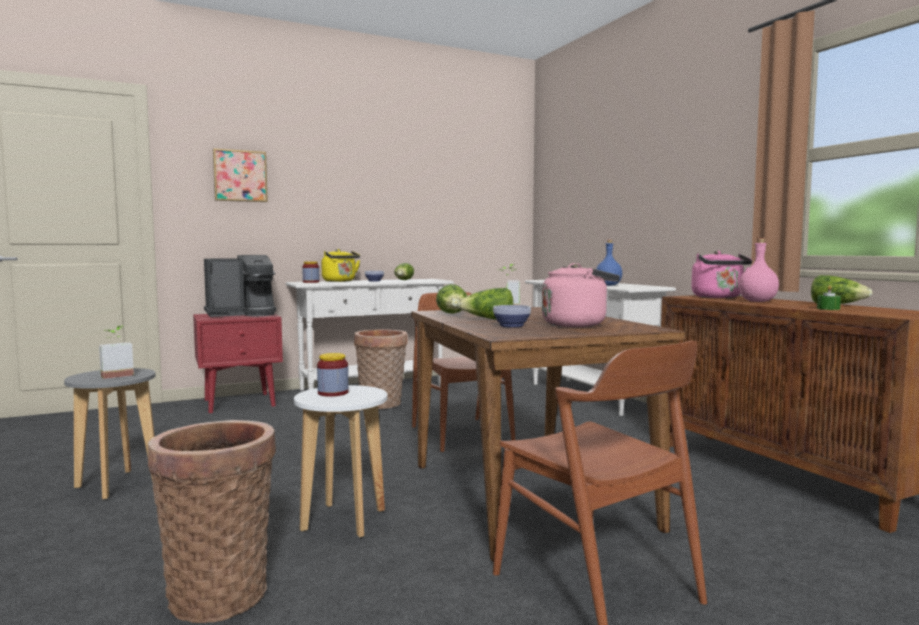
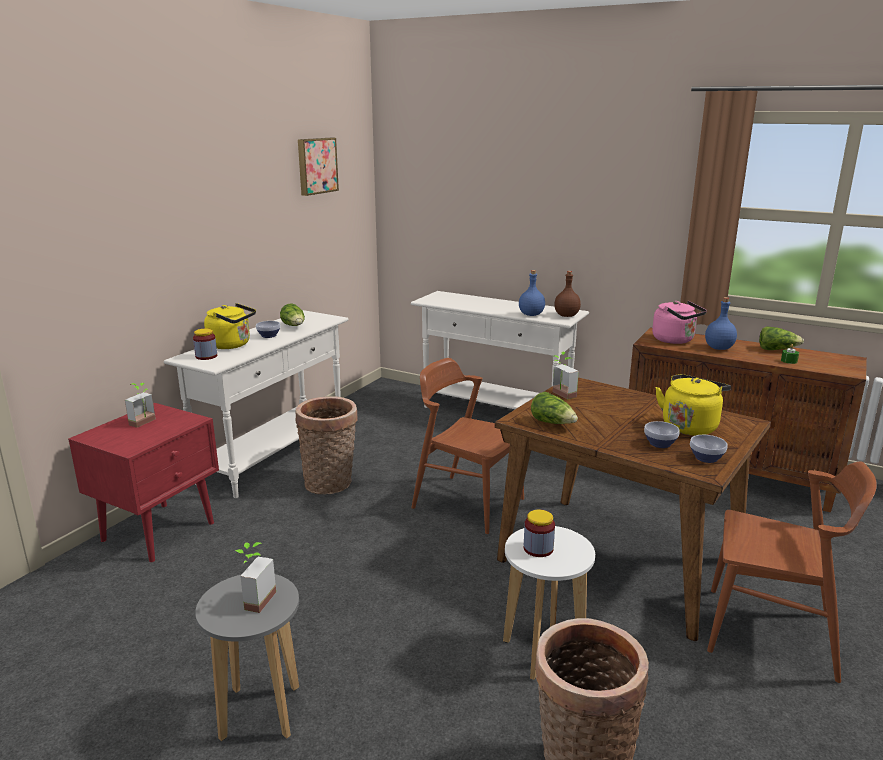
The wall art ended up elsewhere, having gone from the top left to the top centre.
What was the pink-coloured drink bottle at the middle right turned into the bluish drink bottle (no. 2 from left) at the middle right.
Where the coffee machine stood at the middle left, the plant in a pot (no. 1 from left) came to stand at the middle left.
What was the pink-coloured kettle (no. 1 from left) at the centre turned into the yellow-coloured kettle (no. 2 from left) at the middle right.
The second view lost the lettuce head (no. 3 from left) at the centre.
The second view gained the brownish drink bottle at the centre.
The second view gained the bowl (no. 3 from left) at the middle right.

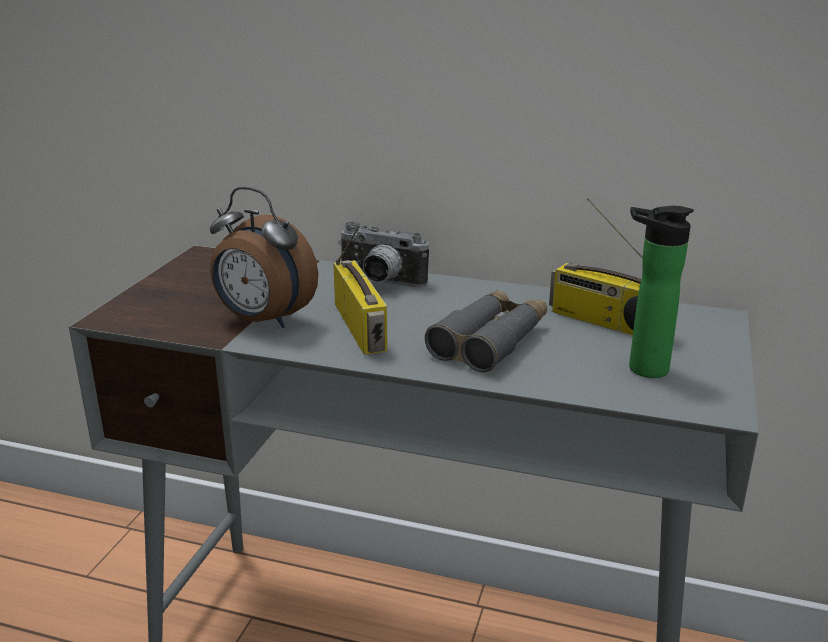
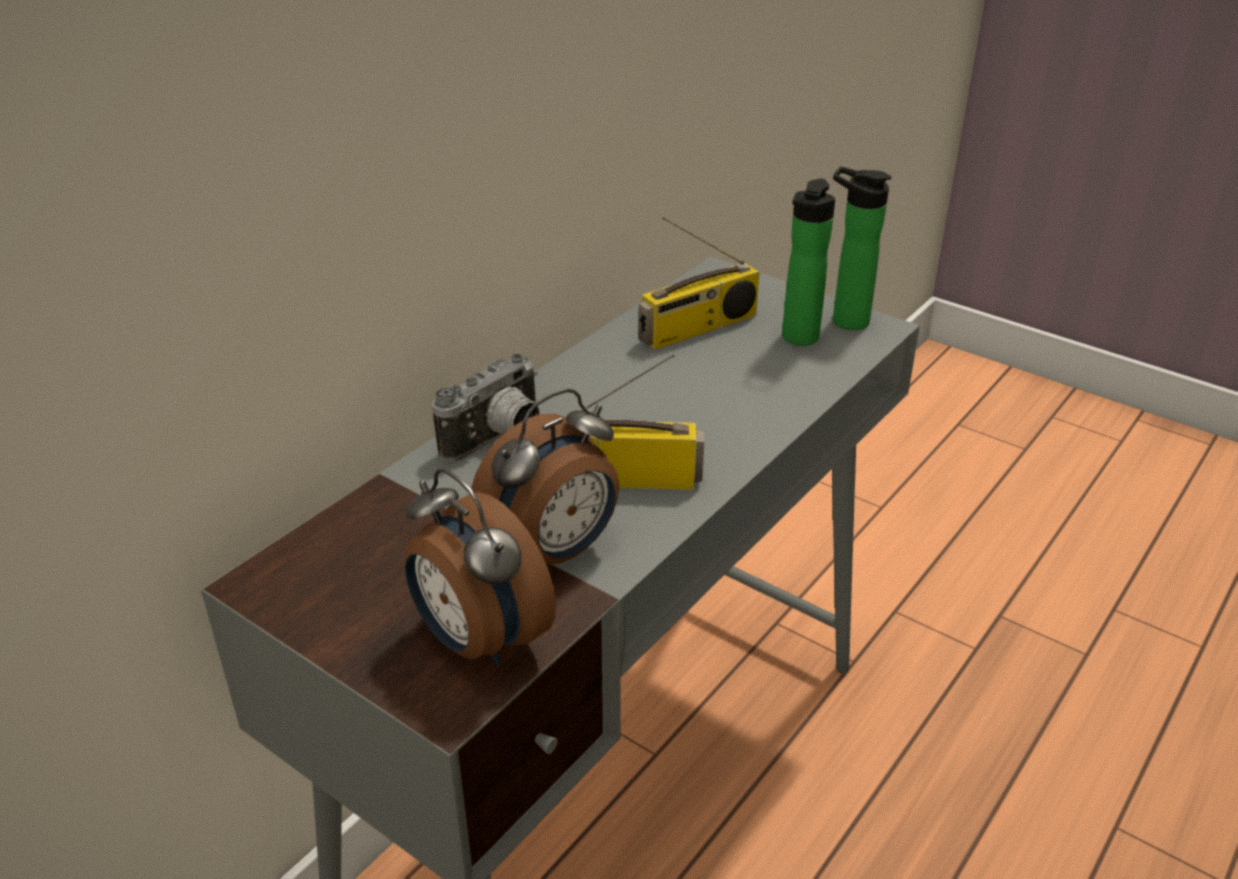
The second view lost the grey field glasses at the centre.
The second view gained the drink bottle (no. 2 from left) at the top right.
The second view gained the alarm clock (no. 1 from left) at the centre.

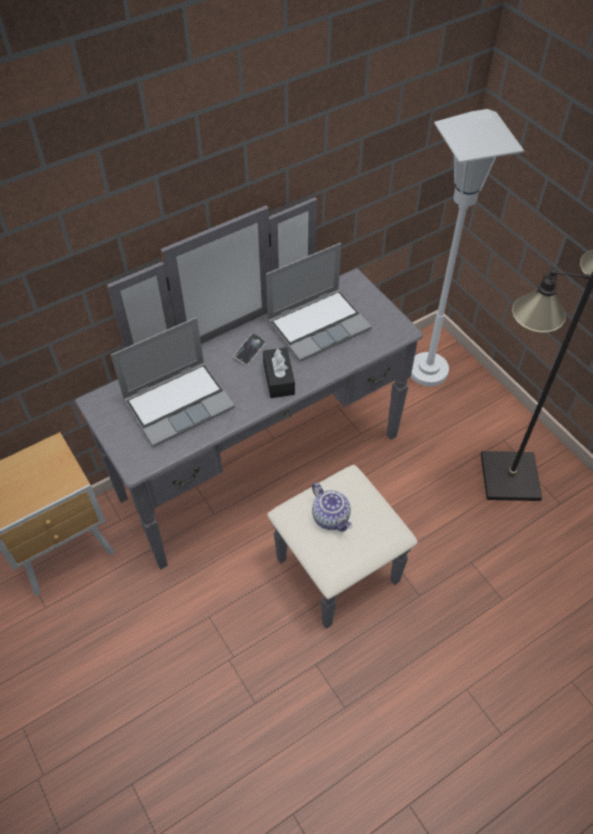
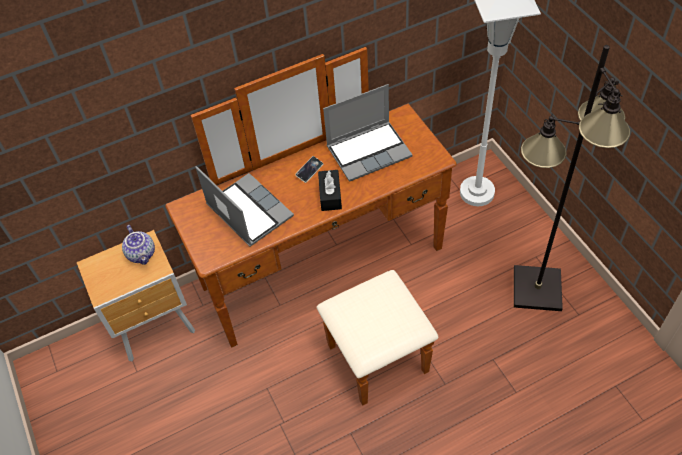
What was the grey chest of drawers at the centre turned into the brownish chest of drawers at the centre.
The notebook computer (no. 1 from left) at the middle left ended up facing another way, 105 degrees counterclockwise from before.
The pot for tea ended up elsewhere, having gone from the centre to the middle left.

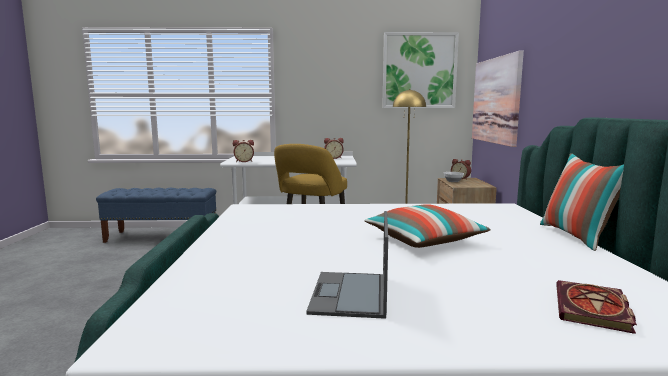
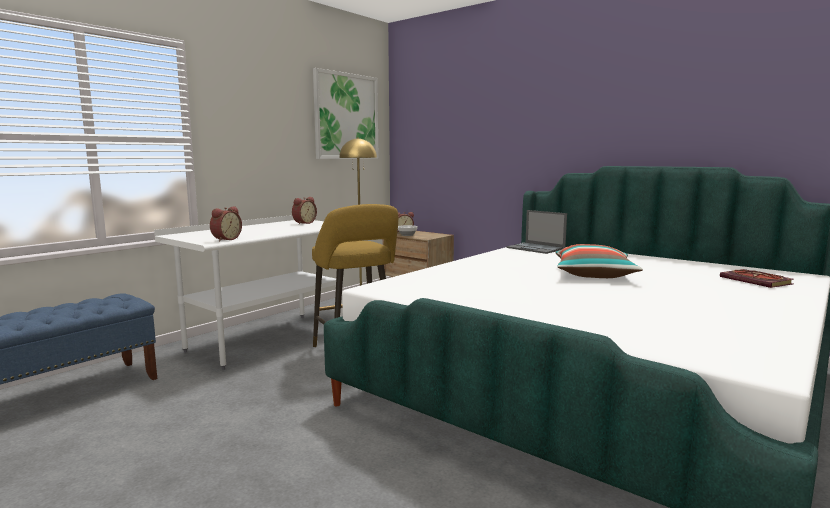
The second view lost the wall art (no. 2 from left) at the top right.
The second view lost the cushion (no. 2 from left) at the middle right.
The notebook computer ended up elsewhere, having gone from the bottom centre to the centre.

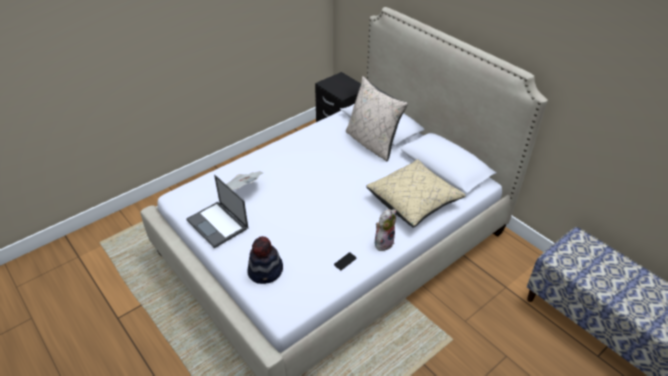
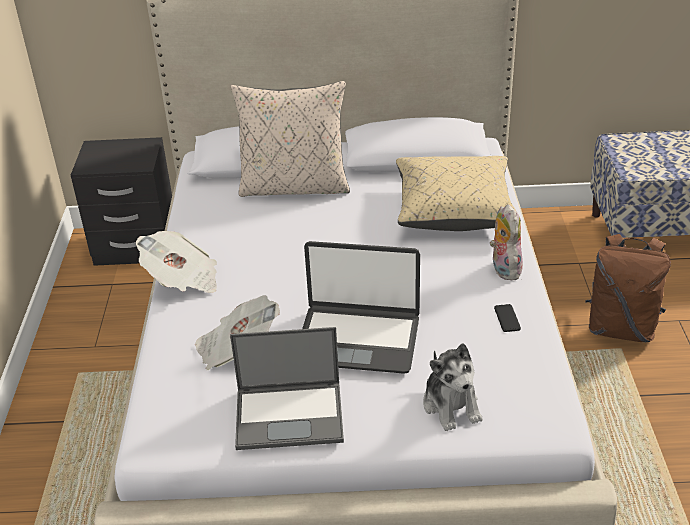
Where the wearable hat stood at the bottom centre, the soft toy (no. 1 from left) came to stand at the bottom centre.
The second view gained the daily paper (no. 1 from left) at the middle left.
The second view gained the brownish knapsack at the middle right.
The second view gained the notebook computer (no. 2 from left) at the centre.

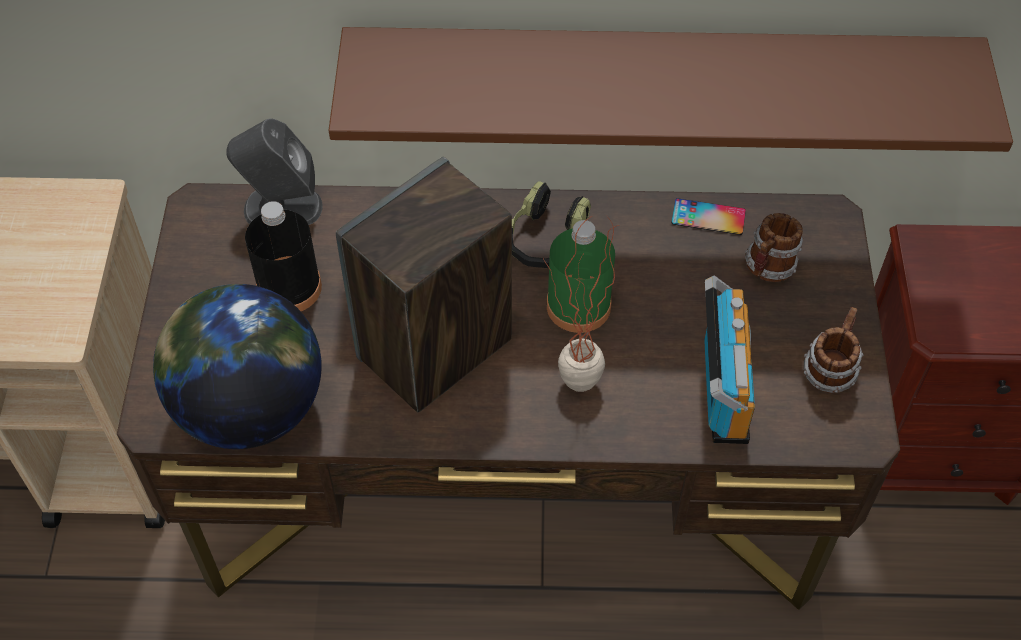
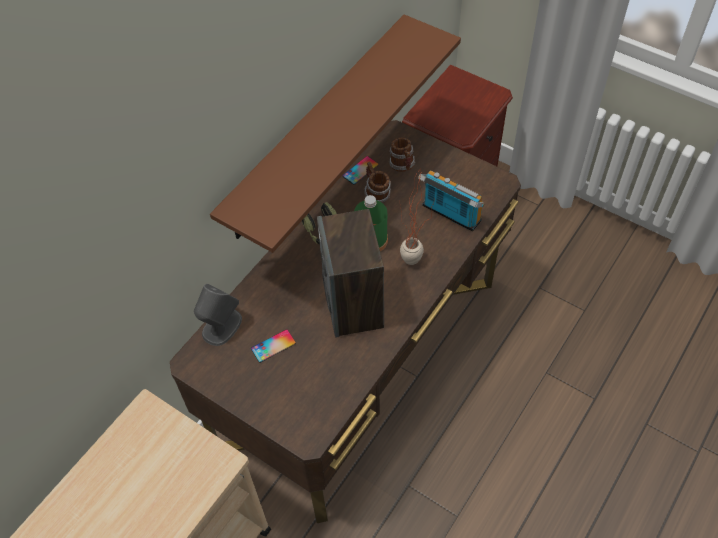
Where the black drink bottle stood at the middle left, the phone (no. 1 from left) came to stand at the centre.
The second view lost the desk globe at the middle left.
The coffee mug (no. 2 from left in the first image) ended up elsewhere, having gone from the middle right to the centre.

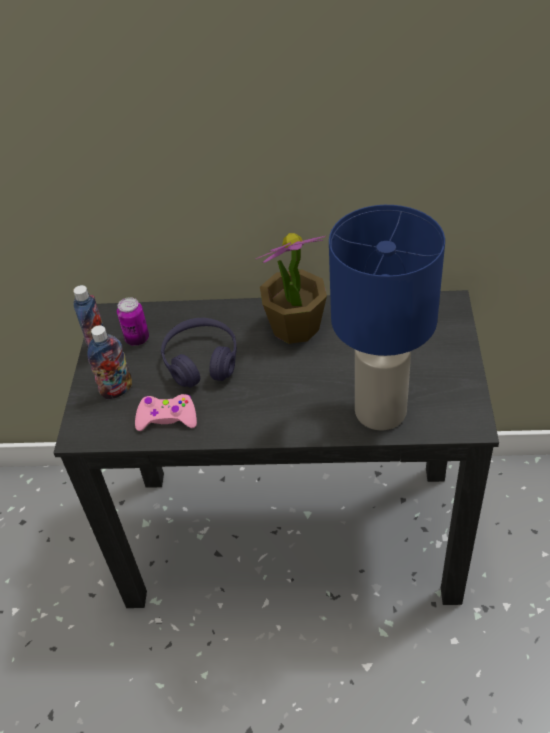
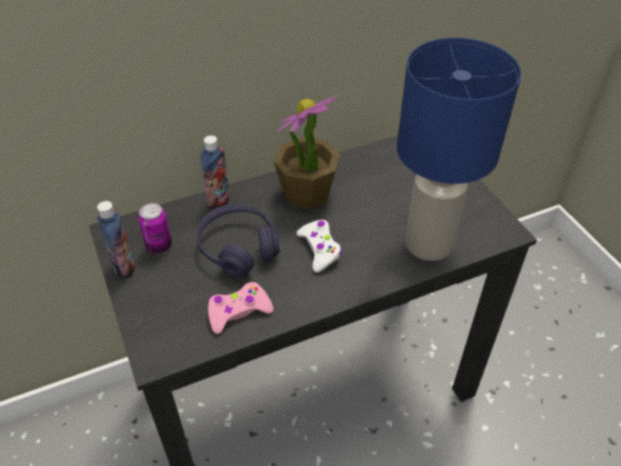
The drink bottle (no. 2 from left) ended up elsewhere, having gone from the middle left to the centre.
The second view gained the white-coloured joypad at the centre.

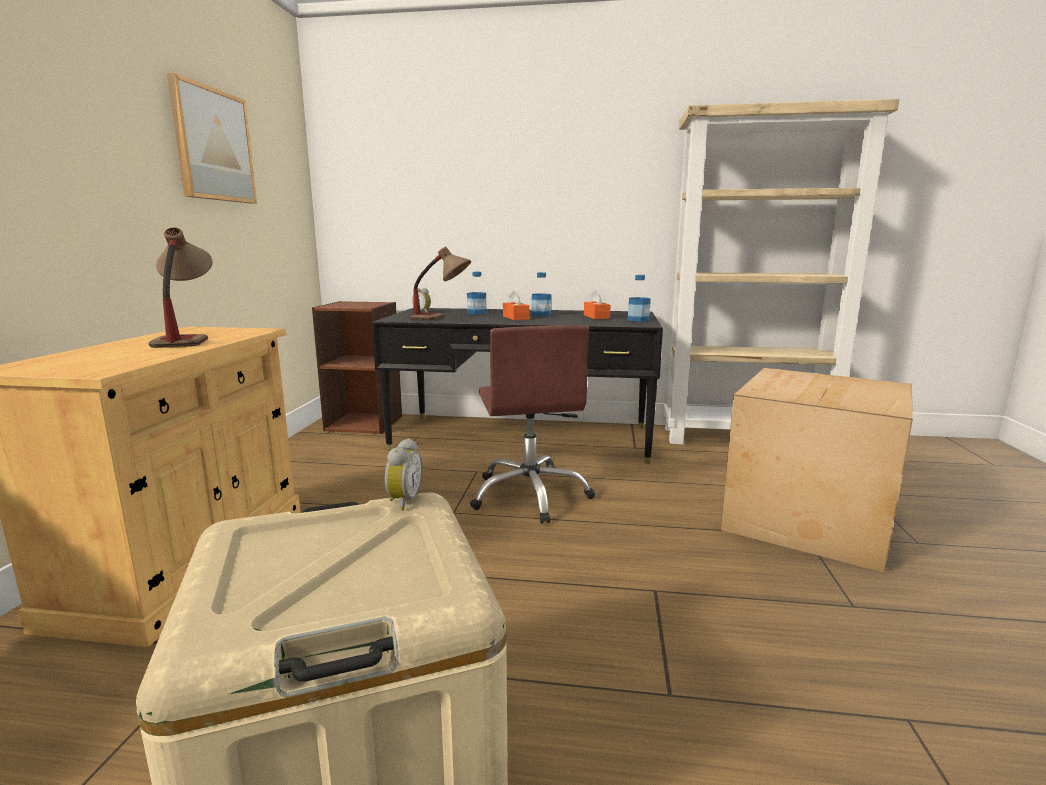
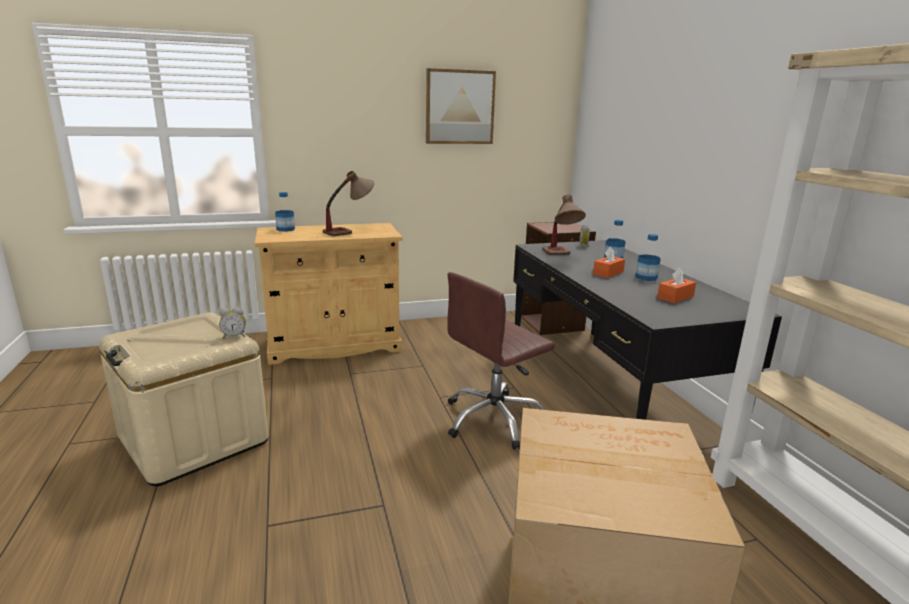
The drink bottle (no. 3 from left in the first image) ended up elsewhere, having gone from the centre to the middle left.

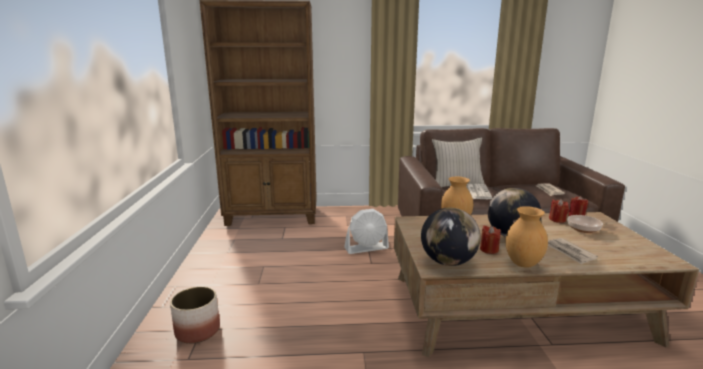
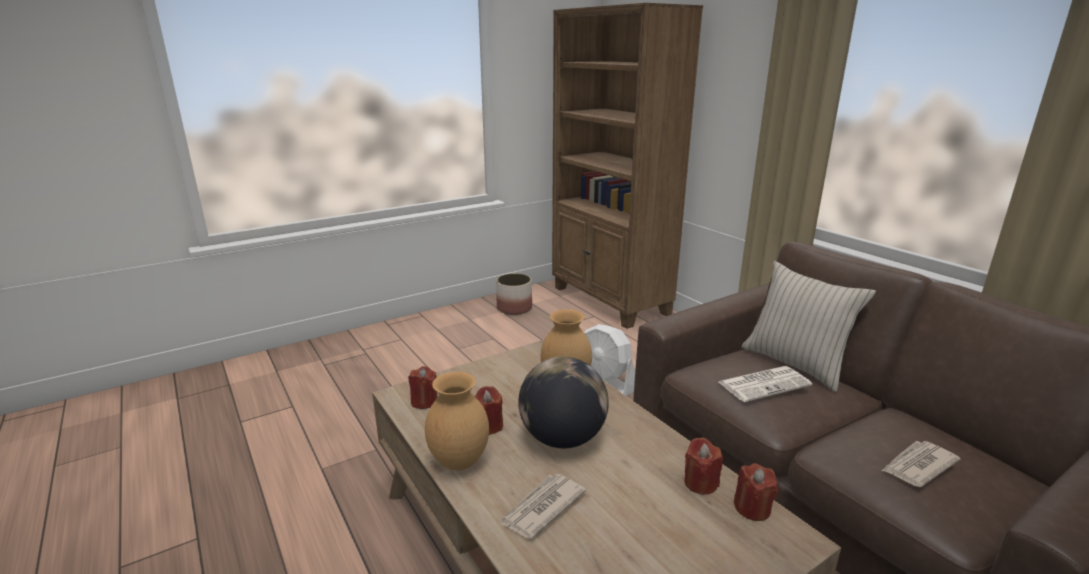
Where the desk globe (no. 1 from left) stood at the centre, the red-coloured wax candle (no. 1 from left) came to stand at the bottom centre.
The second view lost the bowl at the middle right.
The planter ended up elsewhere, having gone from the bottom left to the centre.

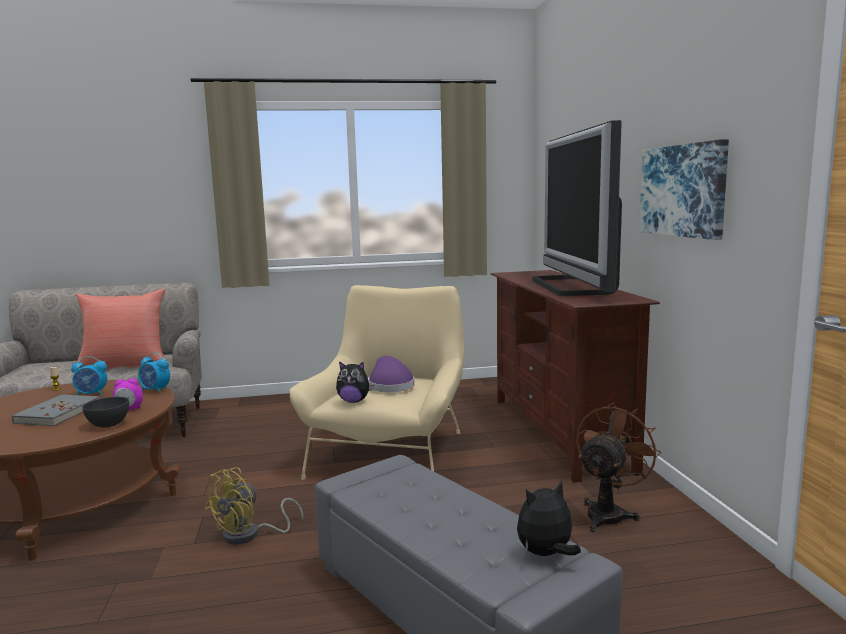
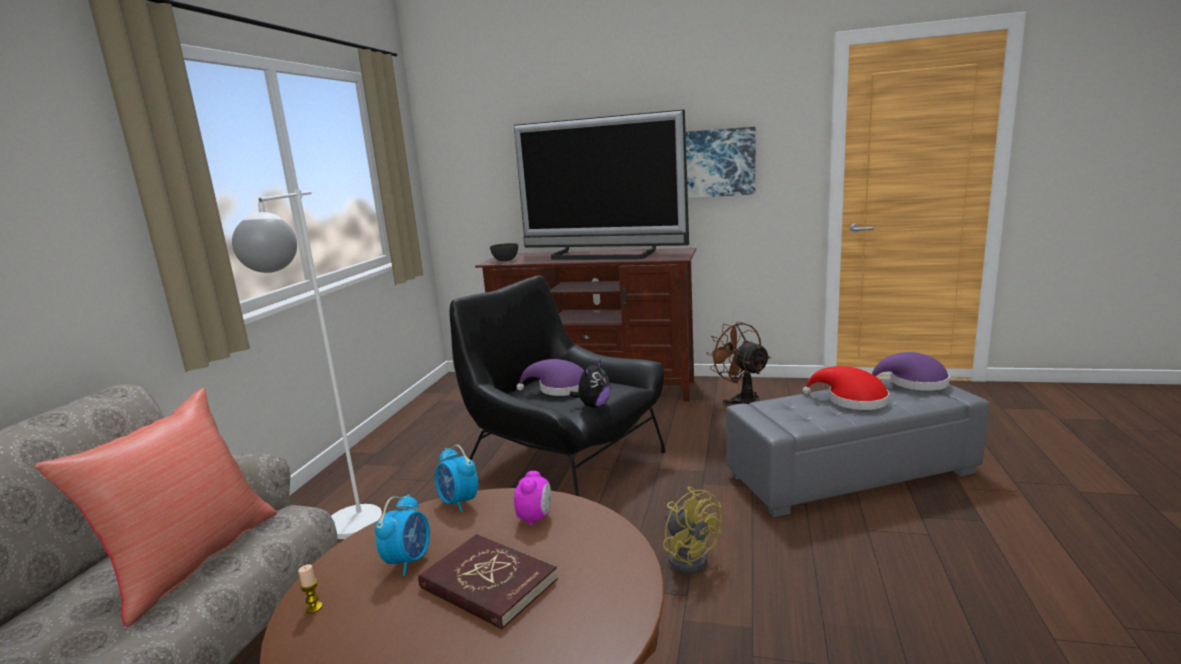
What was the beige-coloured easy chair at the centre turned into the black easy chair at the centre.
The alarm clock (no. 3 from left in the first image) at the middle left ended up facing another way, 90 degrees clockwise from before.
What was the grey volume at the middle left turned into the red-coloured volume at the bottom centre.
The grey bowl ended up elsewhere, having gone from the middle left to the centre.
Where the soft toy (no. 2 from left) stood at the bottom centre, the purple wearable hat (no. 2 from left) came to stand at the middle right.
The second view gained the white-coloured standard lamp at the middle left.
The second view gained the red-coloured wearable hat at the middle right.

